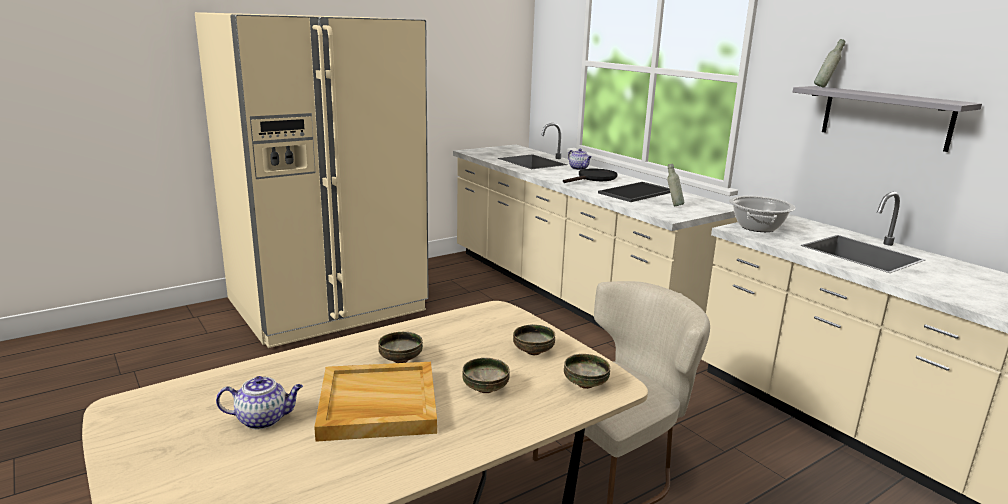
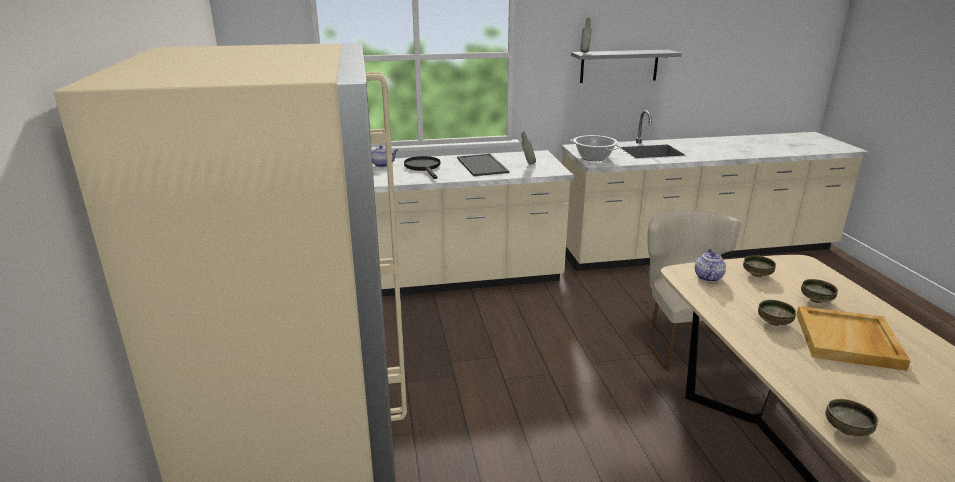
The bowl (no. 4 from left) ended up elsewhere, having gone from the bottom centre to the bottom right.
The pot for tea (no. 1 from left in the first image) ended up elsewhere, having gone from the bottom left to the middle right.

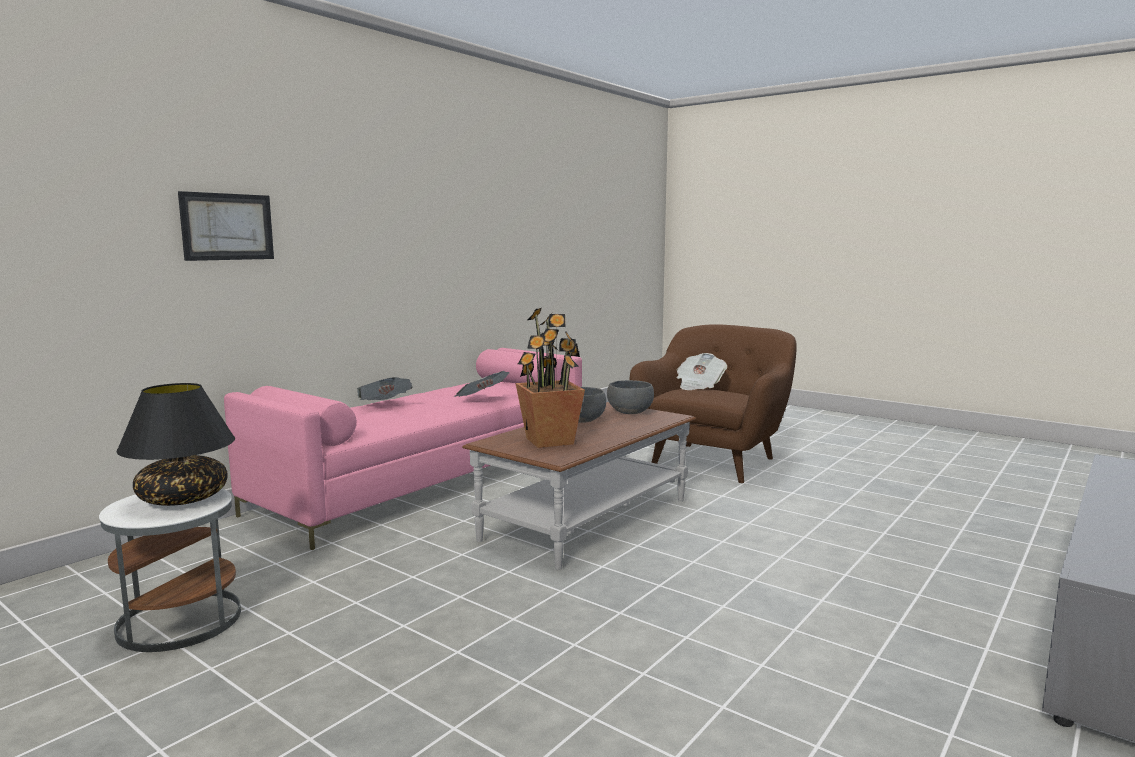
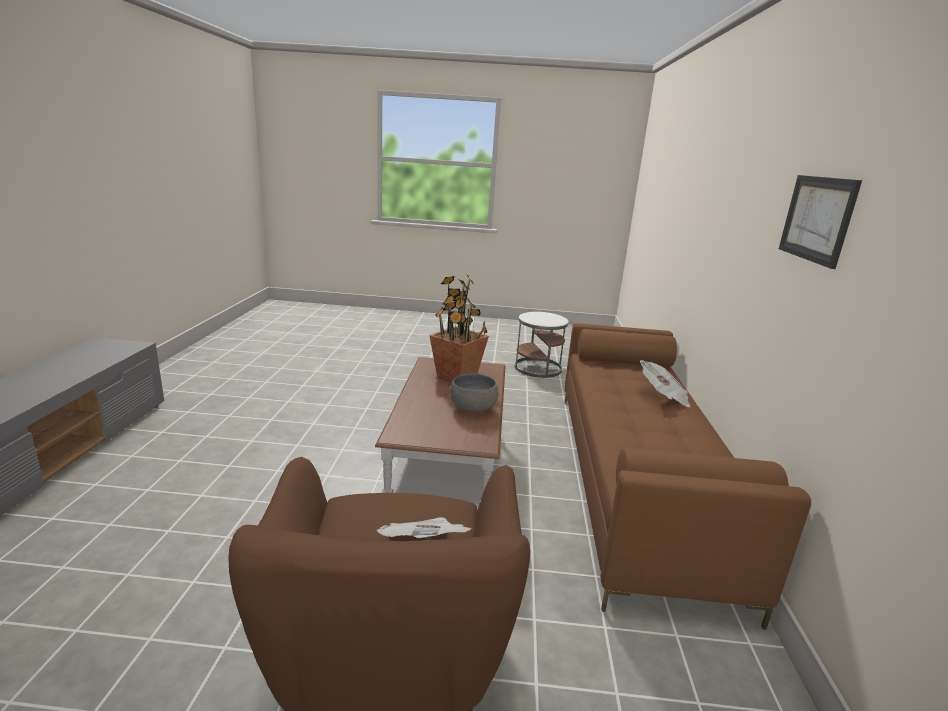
The wall art ended up elsewhere, having gone from the top left to the top right.
What was the pink-coloured settee at the centre turned into the brownish settee at the bottom right.
The second view lost the daily paper (no. 2 from left) at the centre.
The second view lost the grey bowl (no. 2 from left) at the centre.
The second view lost the black tabletop lamp at the middle left.

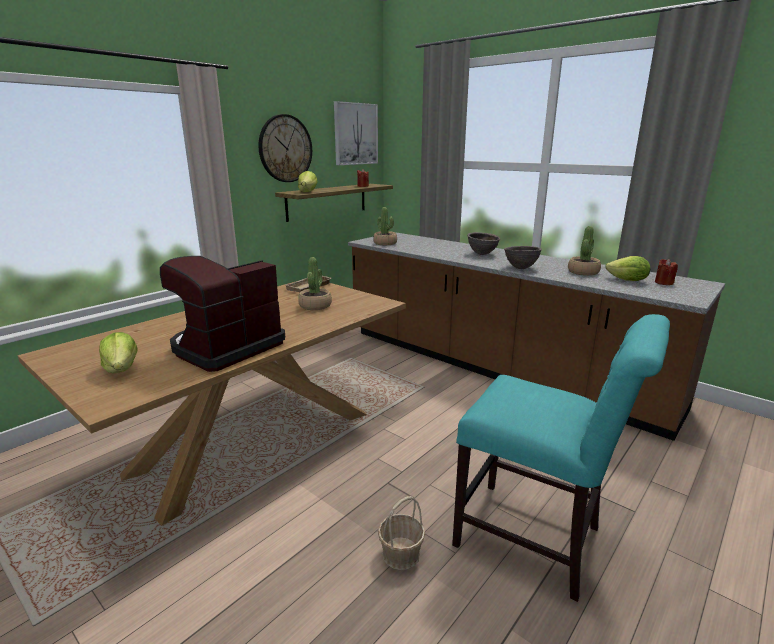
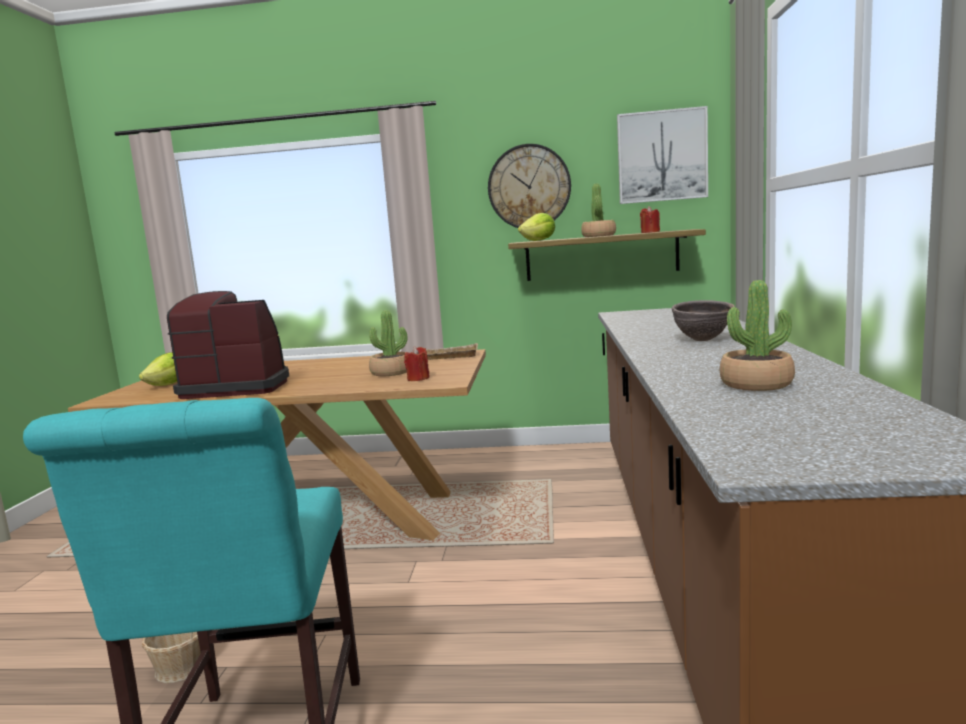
The plant in a pot (no. 2 from left) ended up elsewhere, having gone from the centre to the top centre.
The second view lost the brownish bowl (no. 2 from left) at the middle right.
The second view lost the lettuce head (no. 3 from left) at the middle right.
The red-coloured wax candle (no. 2 from left in the first image) ended up elsewhere, having gone from the middle right to the centre.

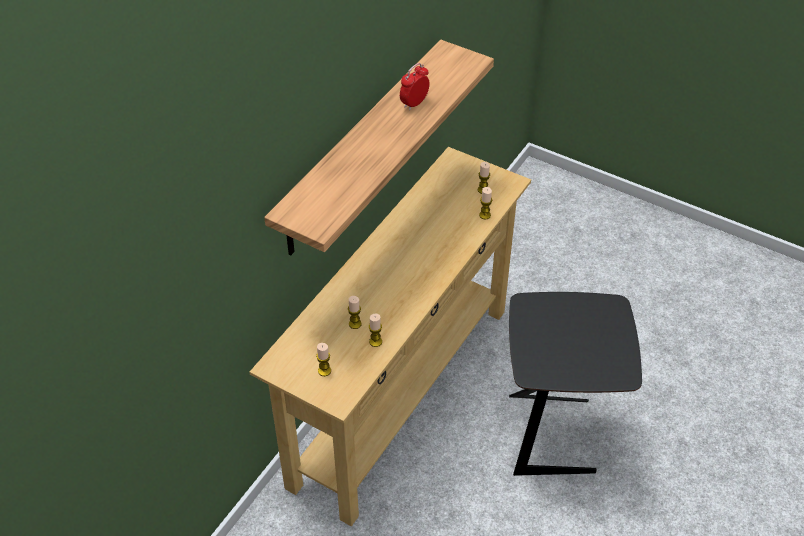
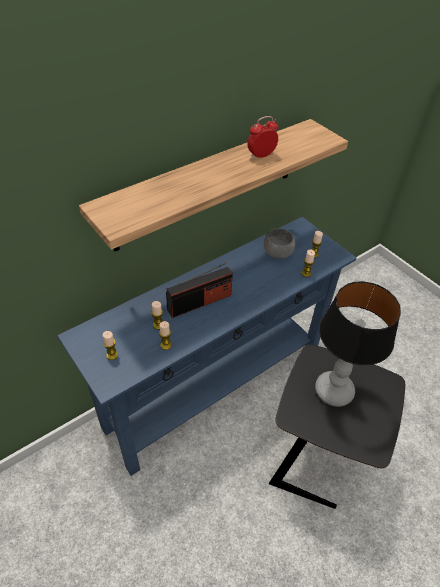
What was the beige-coloured console table at the centre turned into the bluish console table at the centre.
The second view gained the grey bowl at the centre.
The second view gained the radio set at the centre.
The second view gained the tabletop lamp at the middle right.

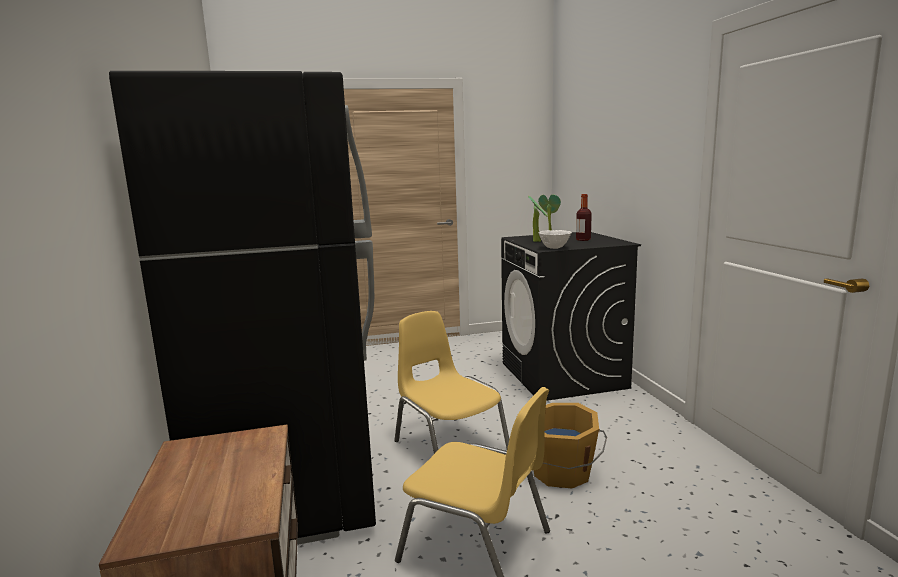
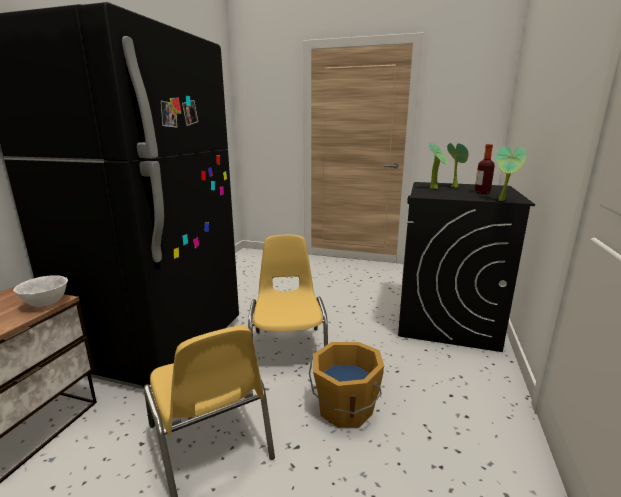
The white-coloured bowl ended up elsewhere, having gone from the centre to the middle left.
The second view gained the plant in a pot (no. 3 from left) at the middle right.

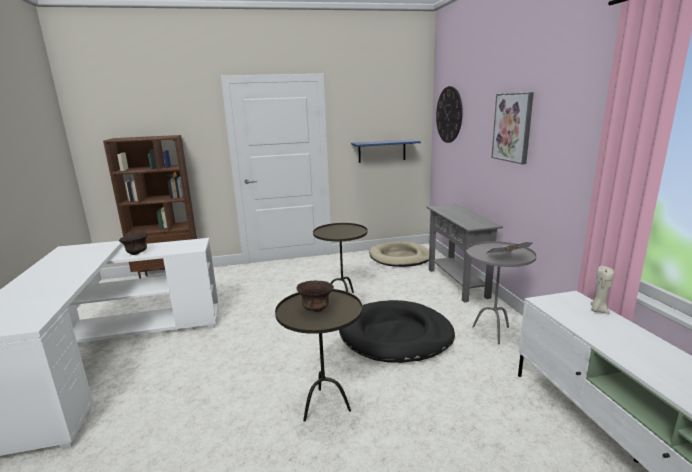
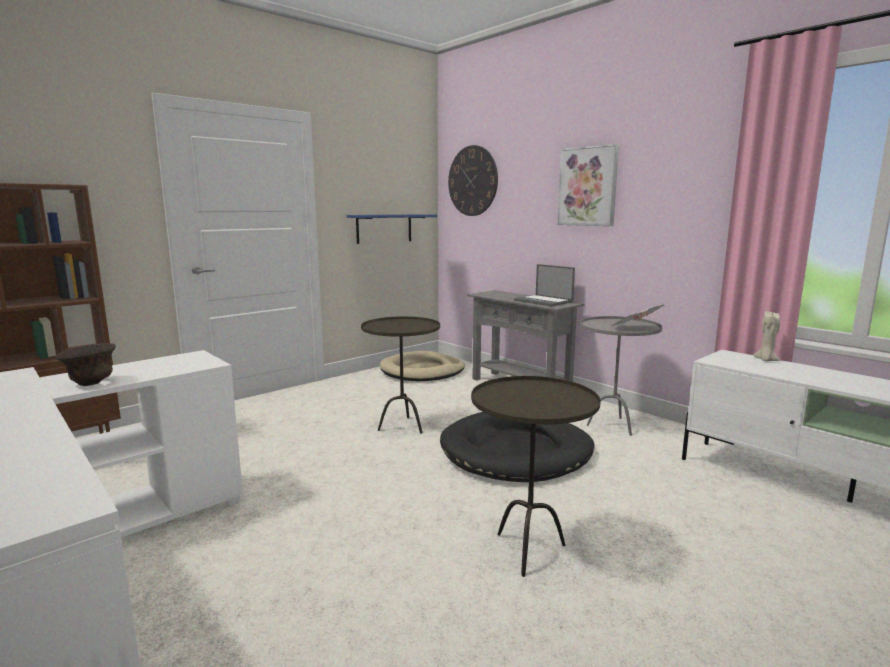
The second view lost the brownish bowl (no. 2 from left) at the centre.
The second view gained the notebook computer at the centre.

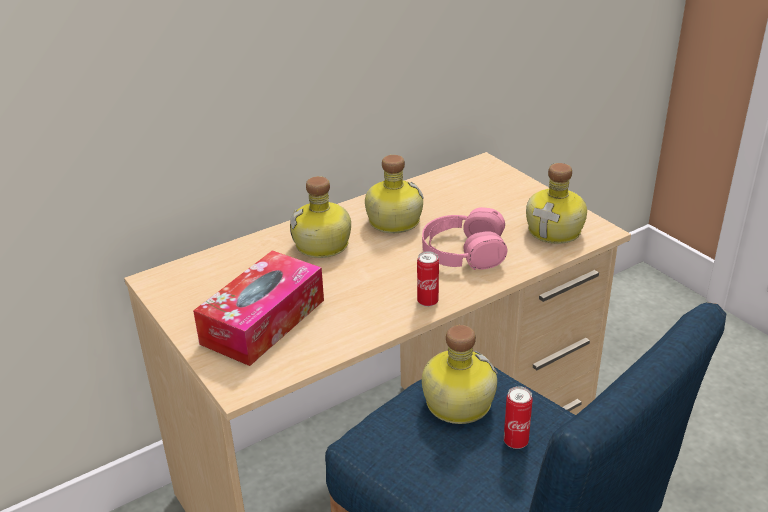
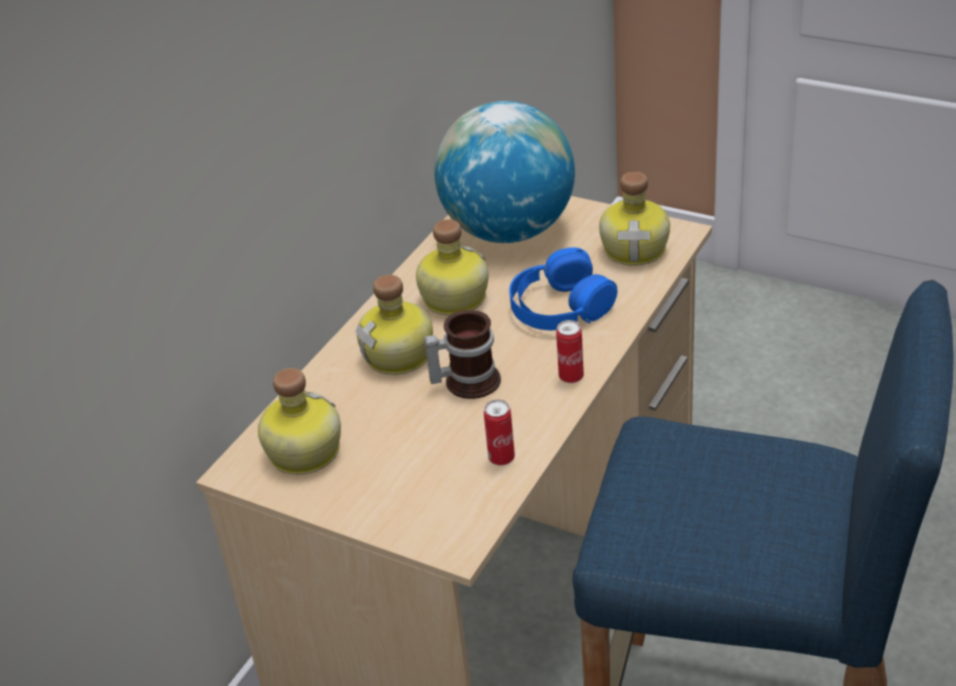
What was the pink-coloured headphones at the centre turned into the bluish headphones at the centre.
The second view lost the tissue box at the centre.
The drink bottle (no. 3 from left in the first image) ended up elsewhere, having gone from the bottom centre to the middle left.
The can (no. 2 from left in the first image) ended up elsewhere, having gone from the bottom right to the centre.
The second view gained the desk globe at the top centre.
The second view gained the coffee mug at the centre.

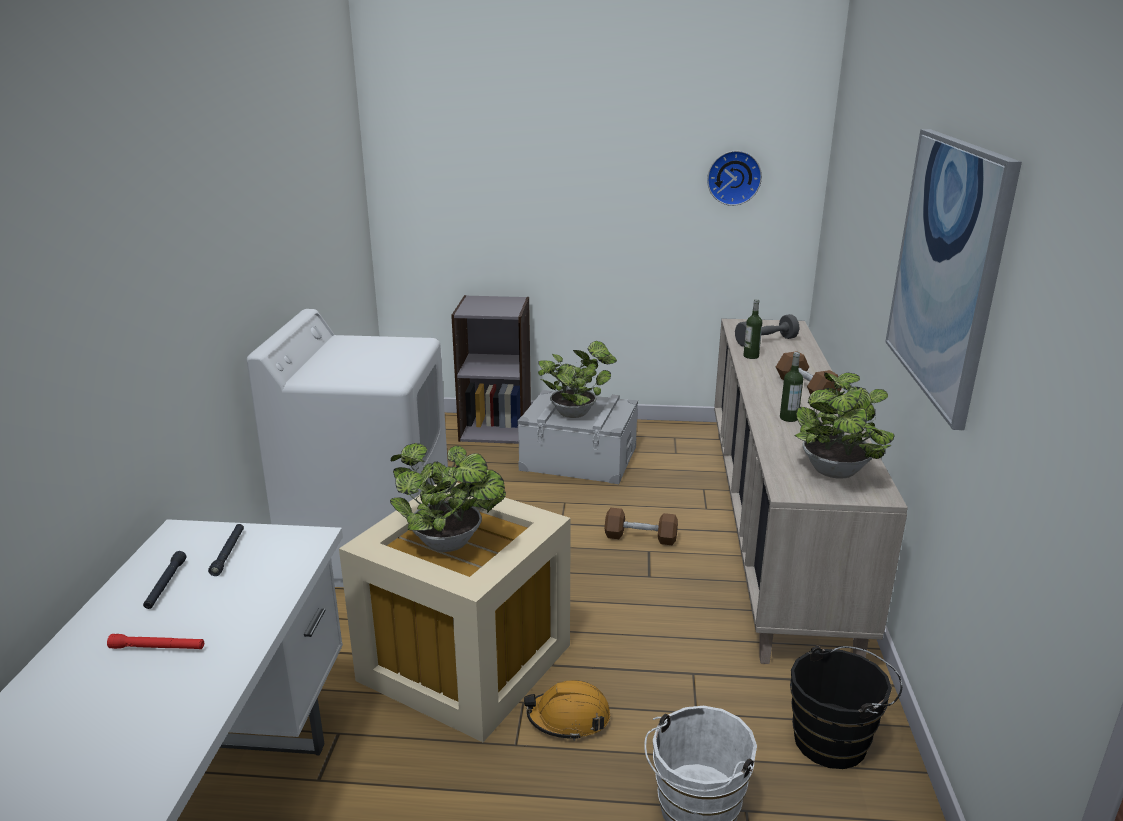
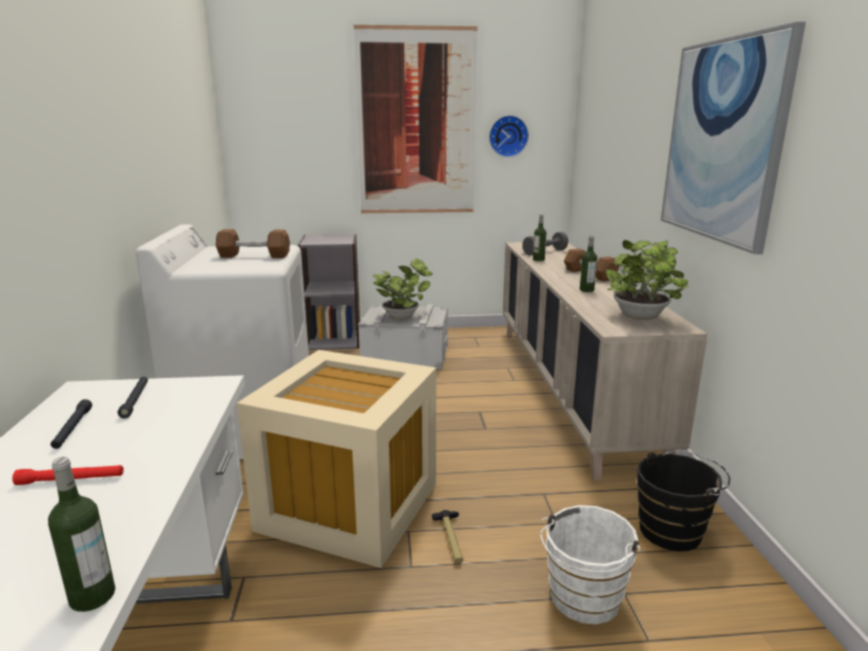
The second view lost the plant in a pot (no. 1 from left) at the centre.
The brownish hand weight (no. 1 from left) ended up elsewhere, having gone from the centre to the middle left.
Where the orange-coloured safety helmet stood at the bottom centre, the tool hammer came to stand at the bottom centre.
The second view gained the wall art (no. 1 from left) at the top centre.
The second view gained the drink bottle (no. 1 from left) at the bottom left.

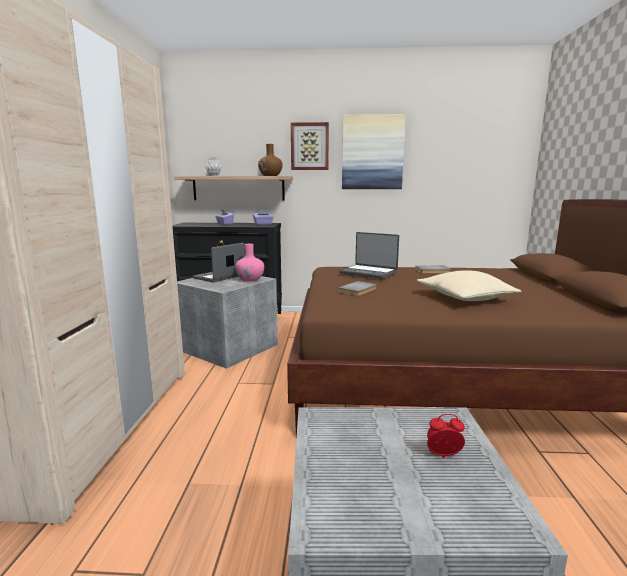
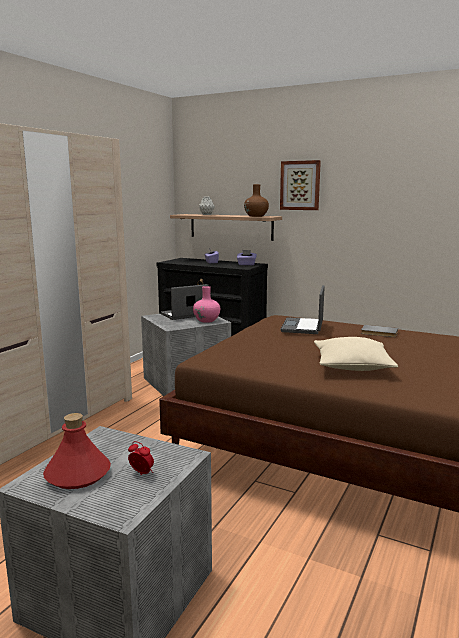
The second view lost the wall art (no. 2 from left) at the top centre.
The notebook computer (no. 2 from left) at the centre ended up facing another way, 45 degrees clockwise from before.
The second view lost the grey volume (no. 1 from left) at the centre.
The second view gained the red-coloured drink bottle at the bottom left.

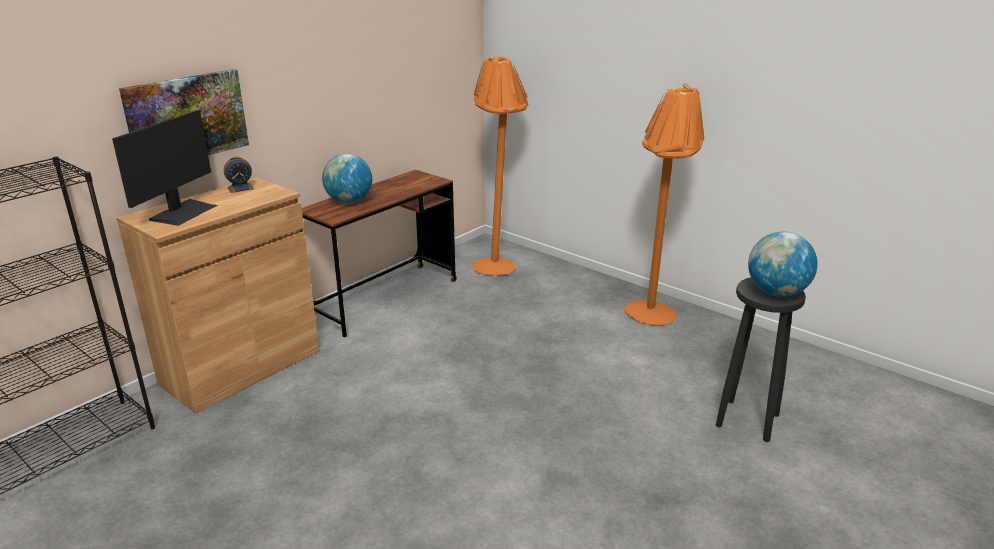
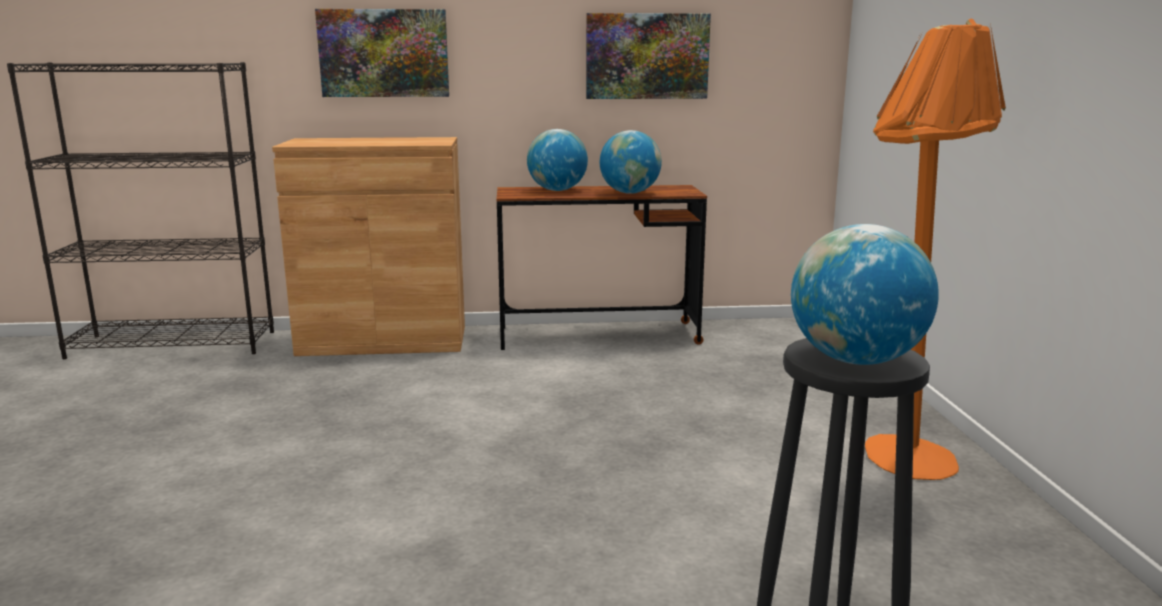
The second view lost the orange-coloured standard lamp (no. 1 from left) at the top centre.
The second view lost the computer display at the top left.
The second view lost the alarm clock at the top left.
The second view gained the wall art (no. 2 from left) at the top centre.
The second view gained the desk globe (no. 2 from left) at the top centre.

